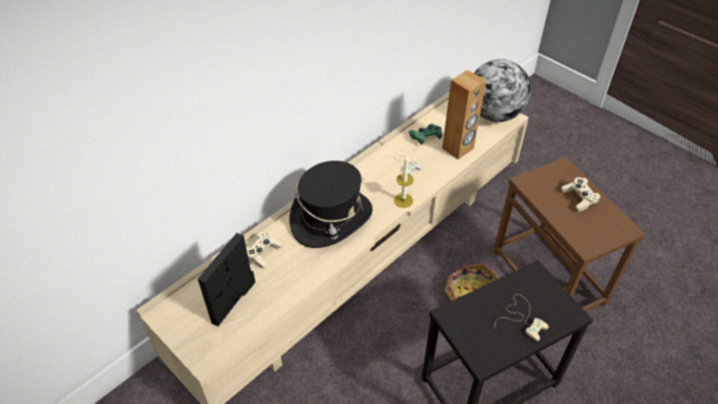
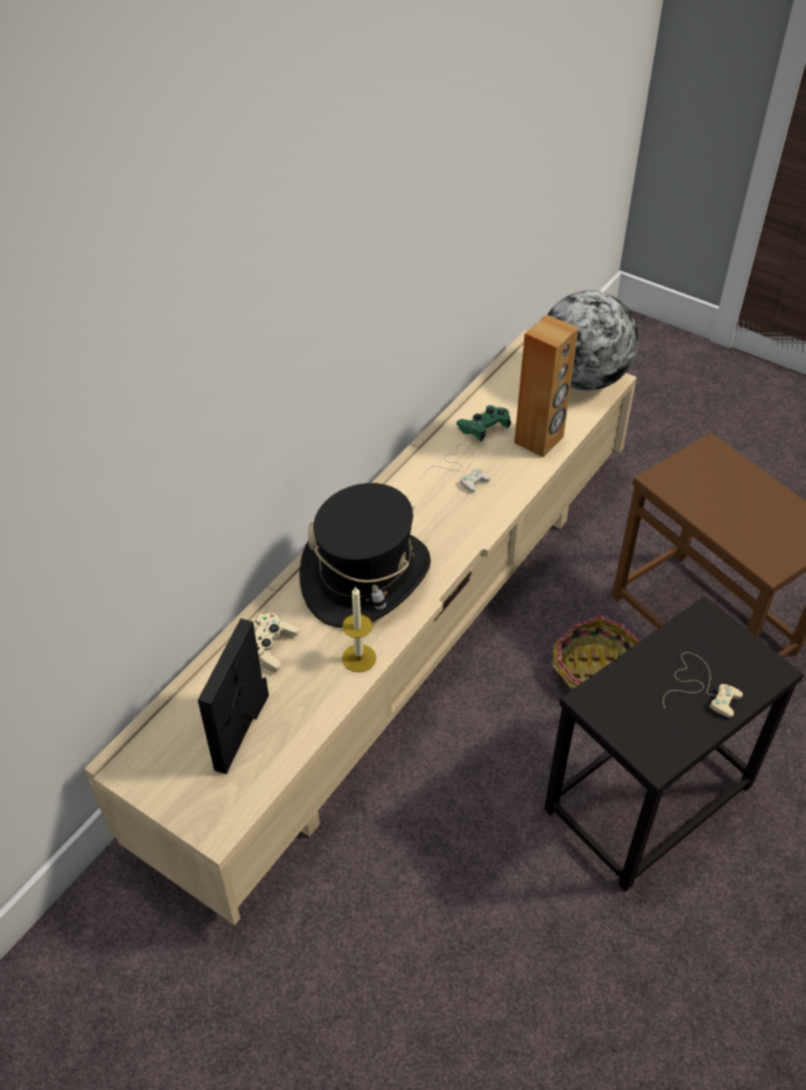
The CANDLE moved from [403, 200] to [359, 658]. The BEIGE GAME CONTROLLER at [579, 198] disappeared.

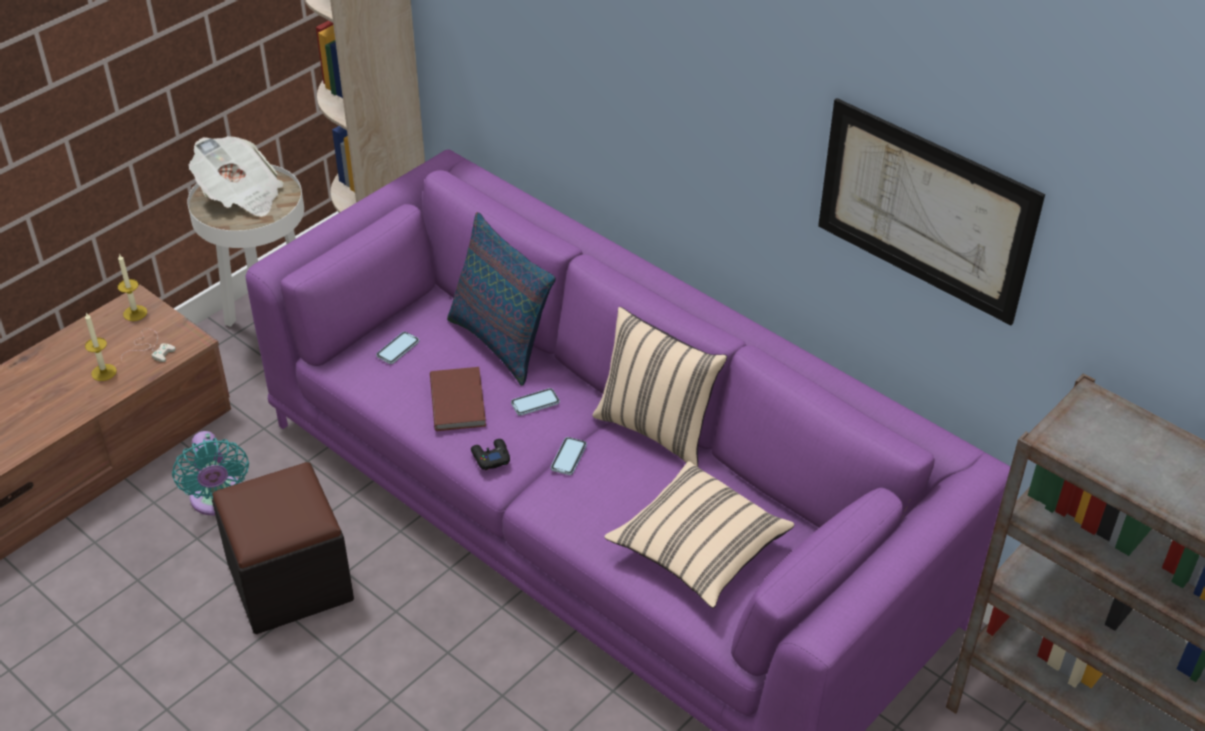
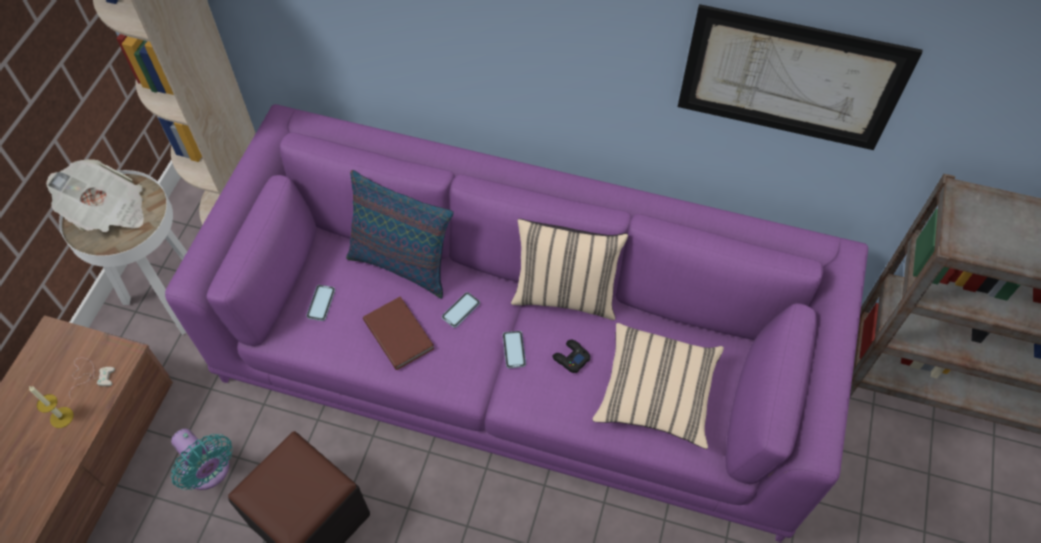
The CANDLE at [135, 313] disappeared. The BLACK GAME CONTROLLER moved from [490, 457] to [571, 358].

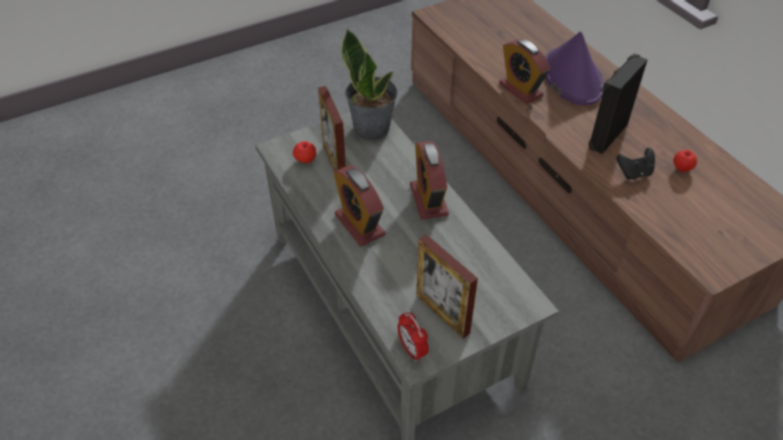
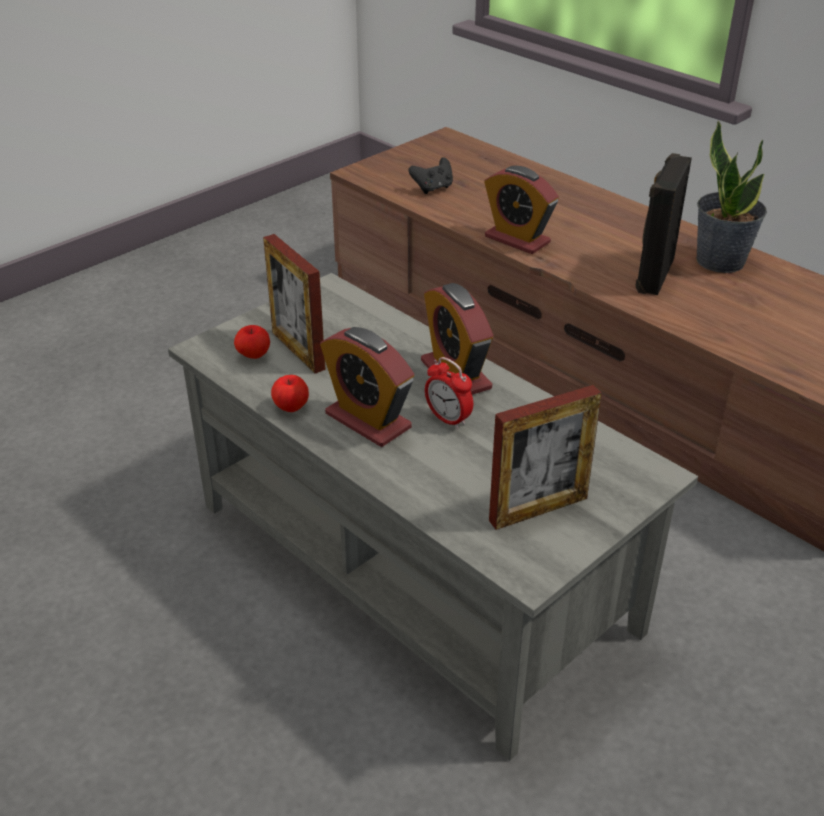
The POTTED PLANT moved from [372, 128] to [720, 260]. The ALARM CLOCK moved from [412, 350] to [448, 419]. The PICTURE FRAME at [442, 313] turned 60 degrees counterclockwise. The PURPLE HAT at [571, 77] disappeared. The BLACK GAME CONTROLLER moved from [634, 173] to [433, 188]. The APPLE moved from [682, 168] to [291, 407].

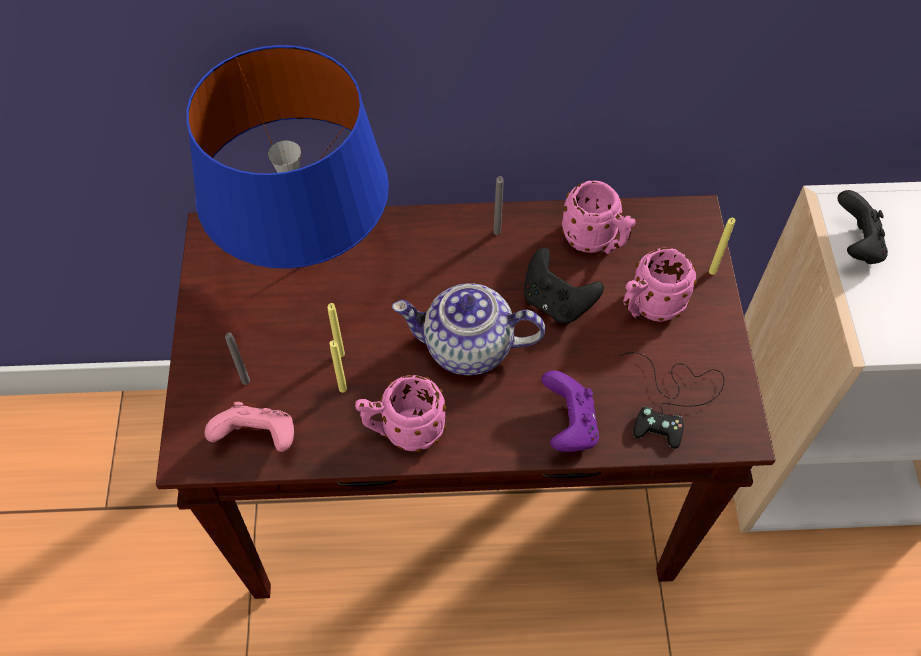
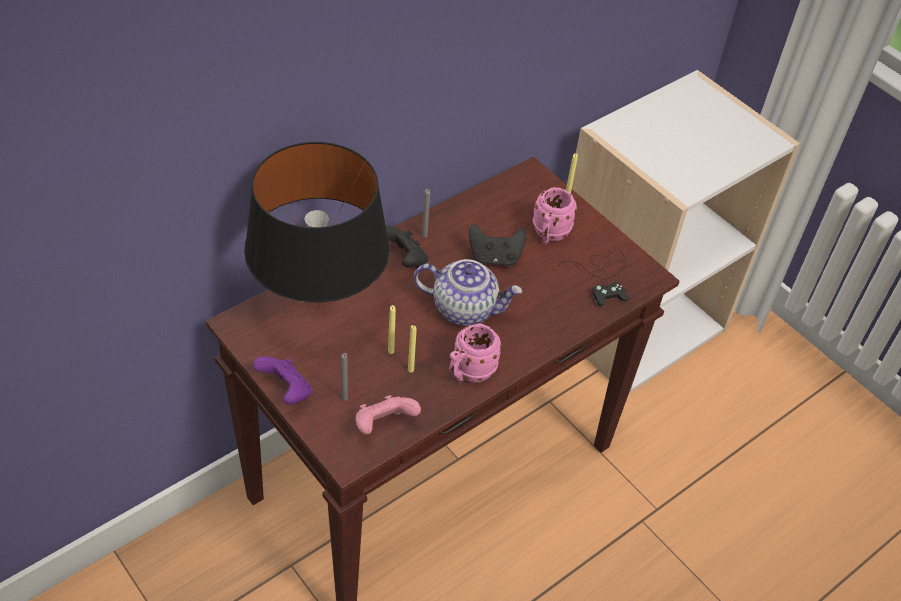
The BLUE TABLE LAMP at [309, 262] became the BLACK TABLE LAMP at [320, 309]. The TEAPOT at [467, 347] turned 135 degrees counterclockwise. The PURPLE GAME CONTROLLER moved from [568, 426] to [286, 392]. The PINK MUG at [595, 242] disappeared. The BLACK GAME CONTROLLER moved from [855, 245] to [404, 260].

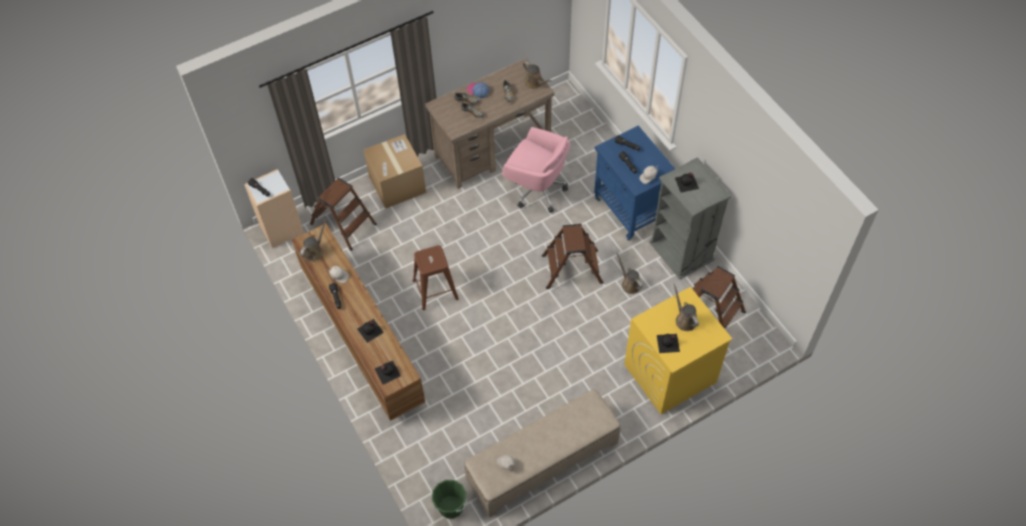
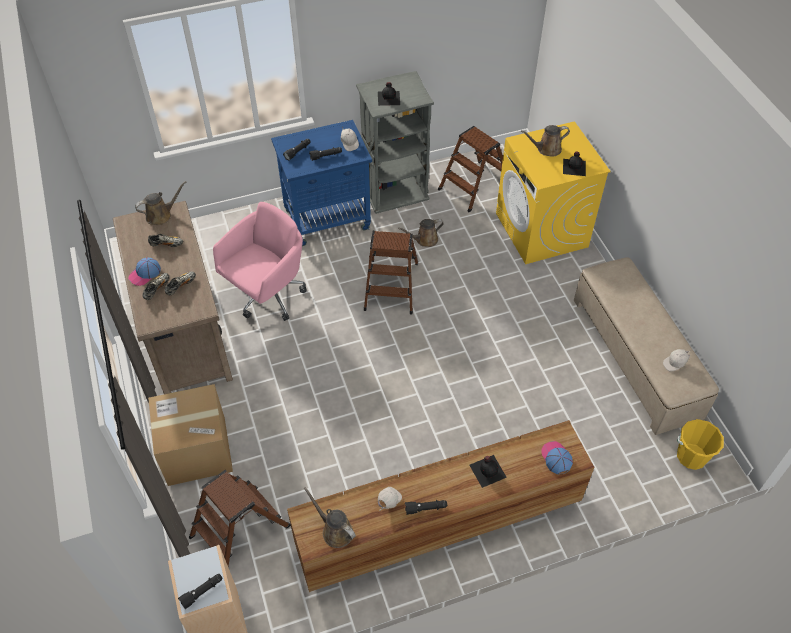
The BLACK BOTTLE at [387, 372] was replaced by the CAP at [556, 458]. The BROWN STOOL at [435, 289] disappeared. The GREEN BUCKET at [451, 507] became the YELLOW BUCKET at [691, 456].

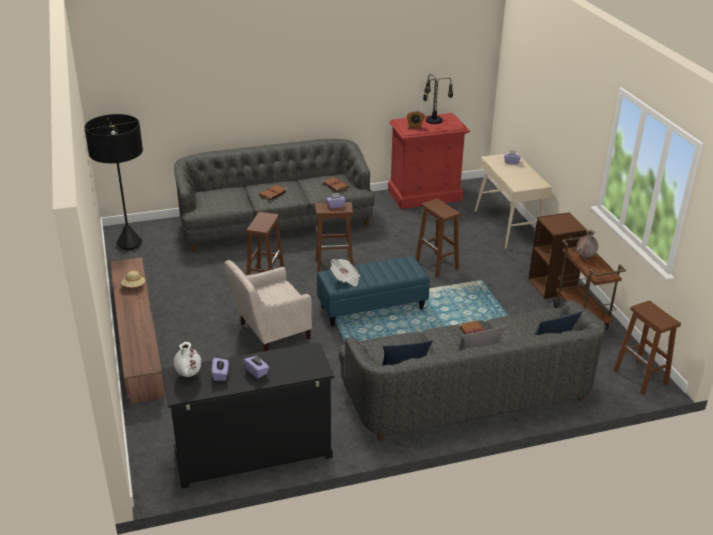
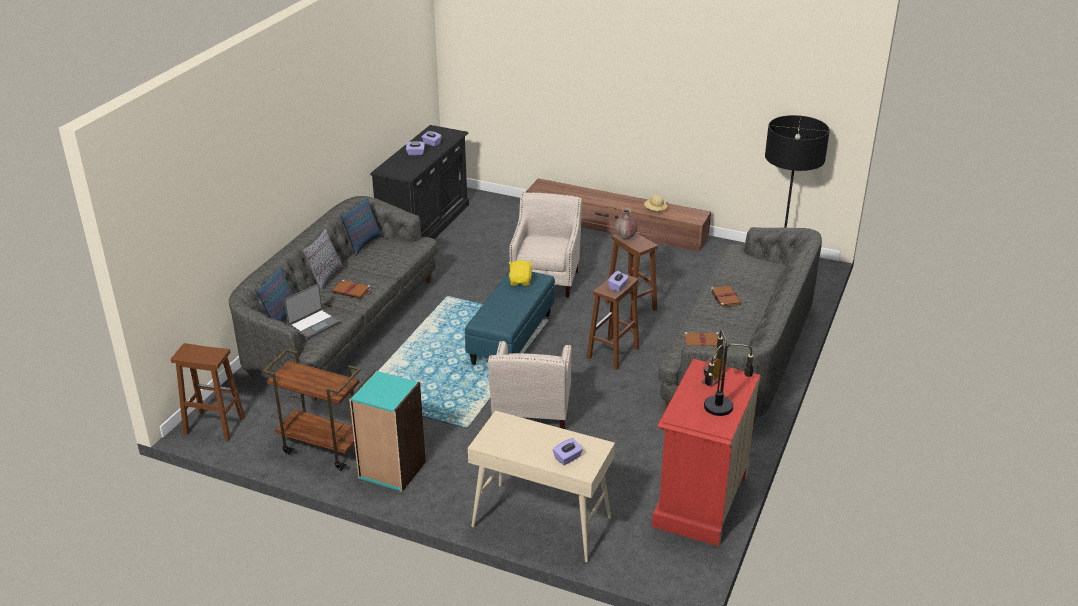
The WHITE VASE at [189, 374] disappeared. The NEWSPAPER at [345, 279] was replaced by the YELLOW PLUSH TOY at [520, 281]. The BROWN STOOL at [437, 265] was replaced by the BEIGE ARMCHAIR at [530, 415]. The BROWN BOOKCASE at [552, 286] became the TURQUOISE BOOKCASE at [391, 470]. The BROWN VASE moved from [585, 257] to [625, 238]. The LAPTOP at [313, 324] appeared.

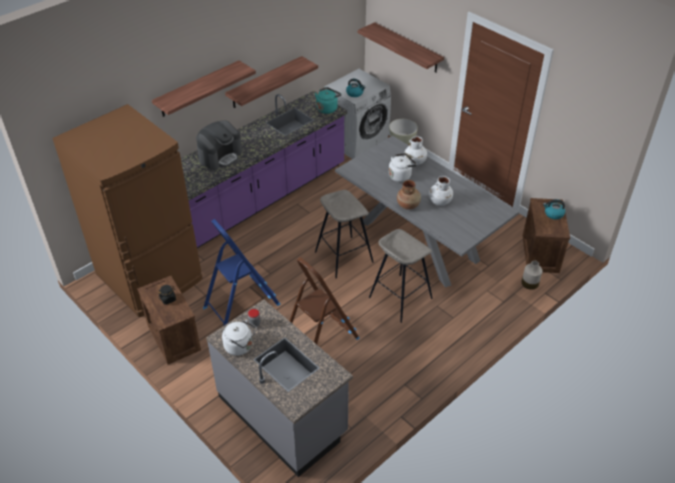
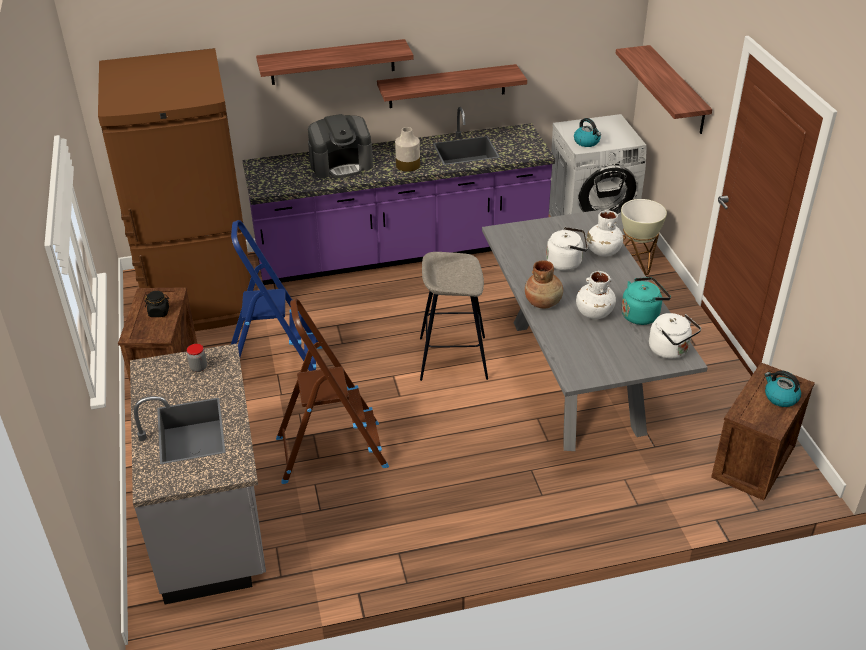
The WHITE KETTLE moved from [240, 346] to [670, 350]. The TURQUOISE KETTLE moved from [327, 108] to [642, 315]. The GREY STOOL at [400, 298] disappeared. The BEIGE VASE moved from [530, 283] to [408, 165].

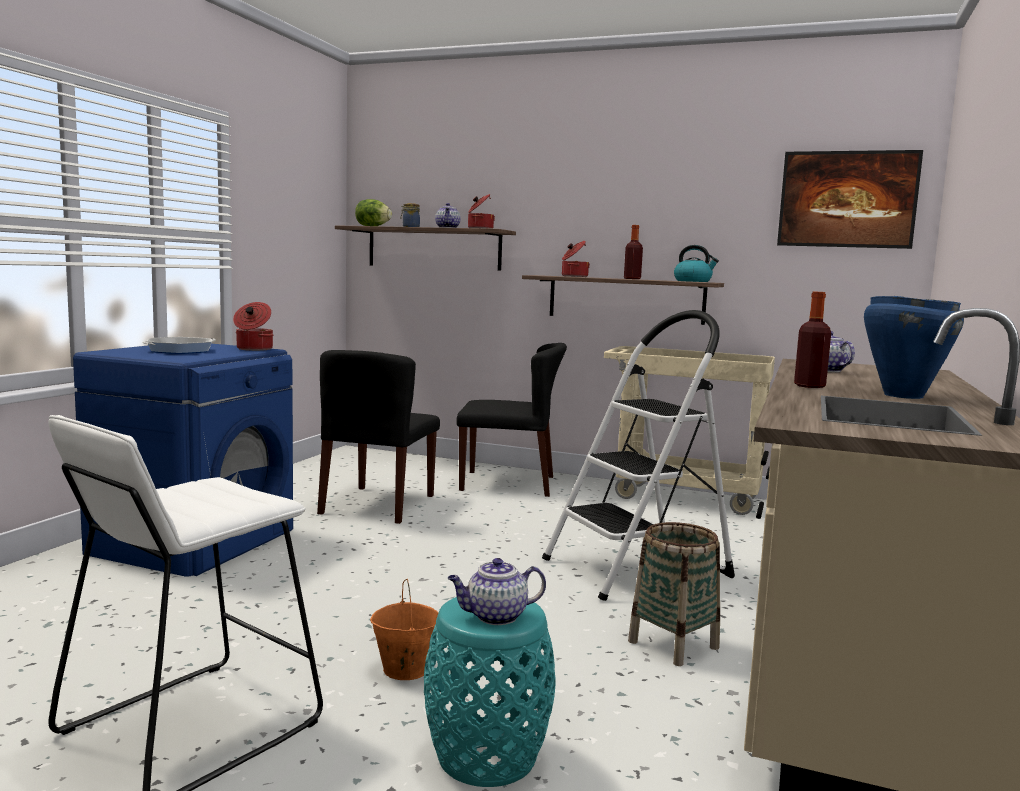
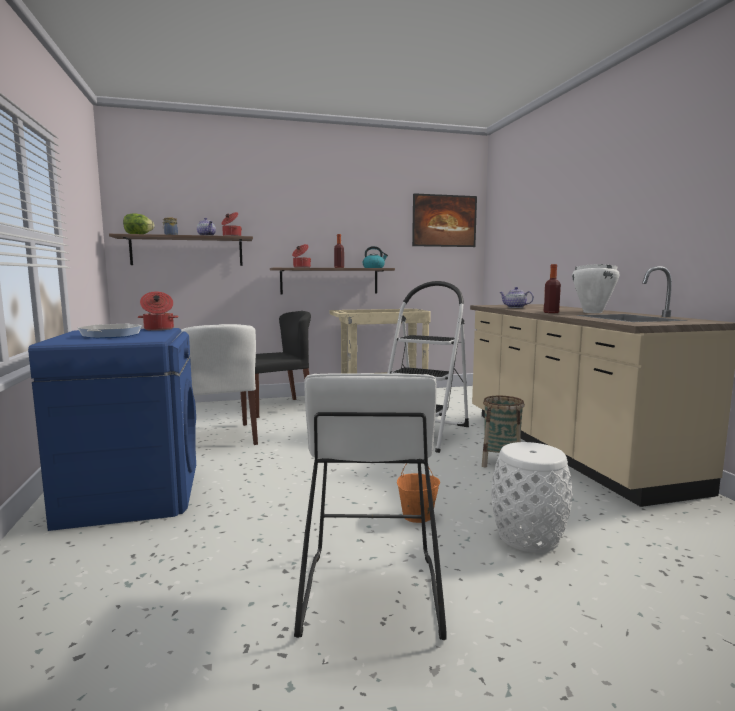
The BLACK CHAIR at [378, 505] became the WHITE CHAIR at [221, 437]. The TURQUOISE STOOL at [486, 757] became the WHITE STOOL at [528, 538]. The TEAPOT at [495, 616] disappeared. The BLUE COOKING POT at [902, 395] became the WHITE COOKING POT at [592, 312].

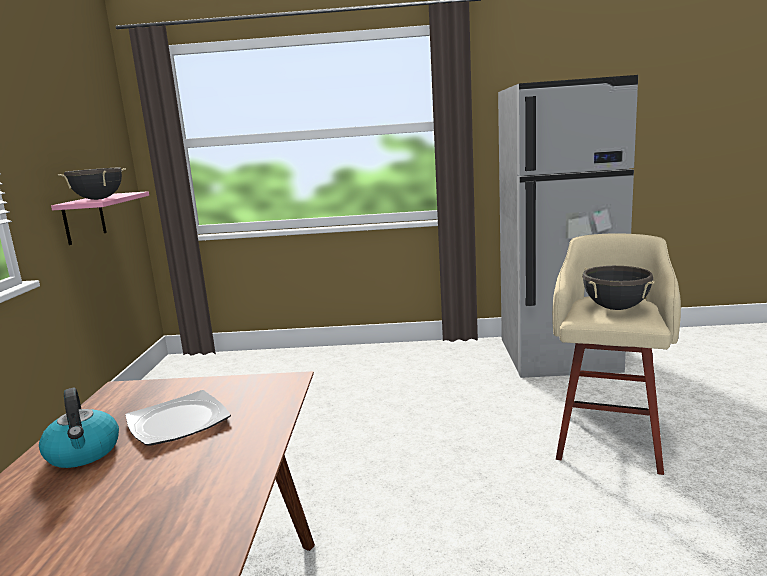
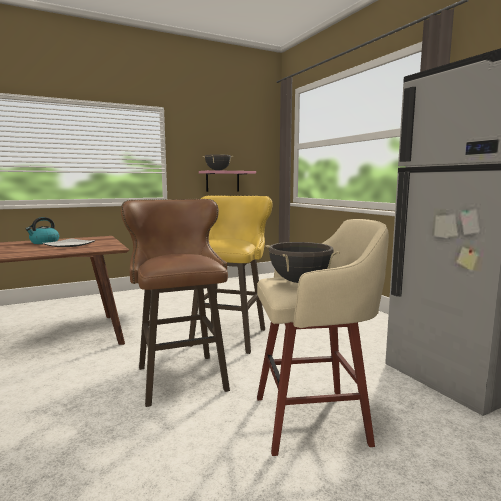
The BROWN STOOL at [180, 376] appeared. The YELLOW STOOL at [230, 336] appeared.

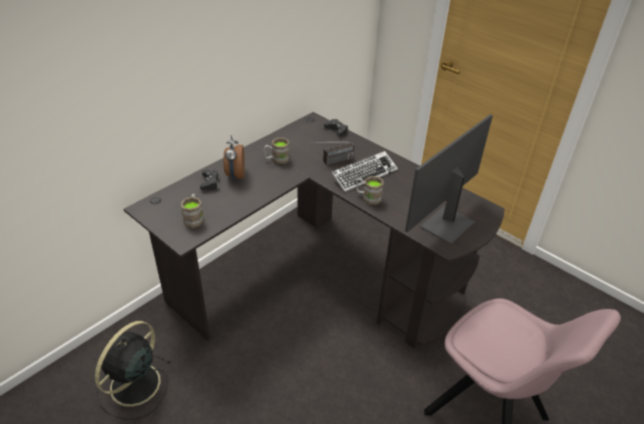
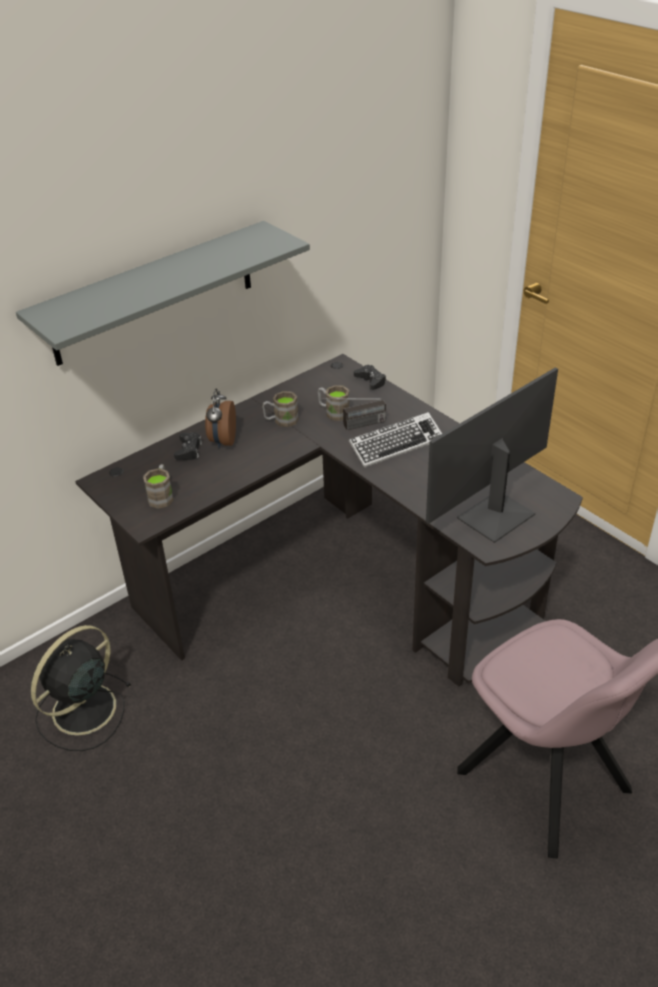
The BROWN MUG moved from [368, 197] to [333, 412]. The GREY SHELF at [153, 293] appeared.

